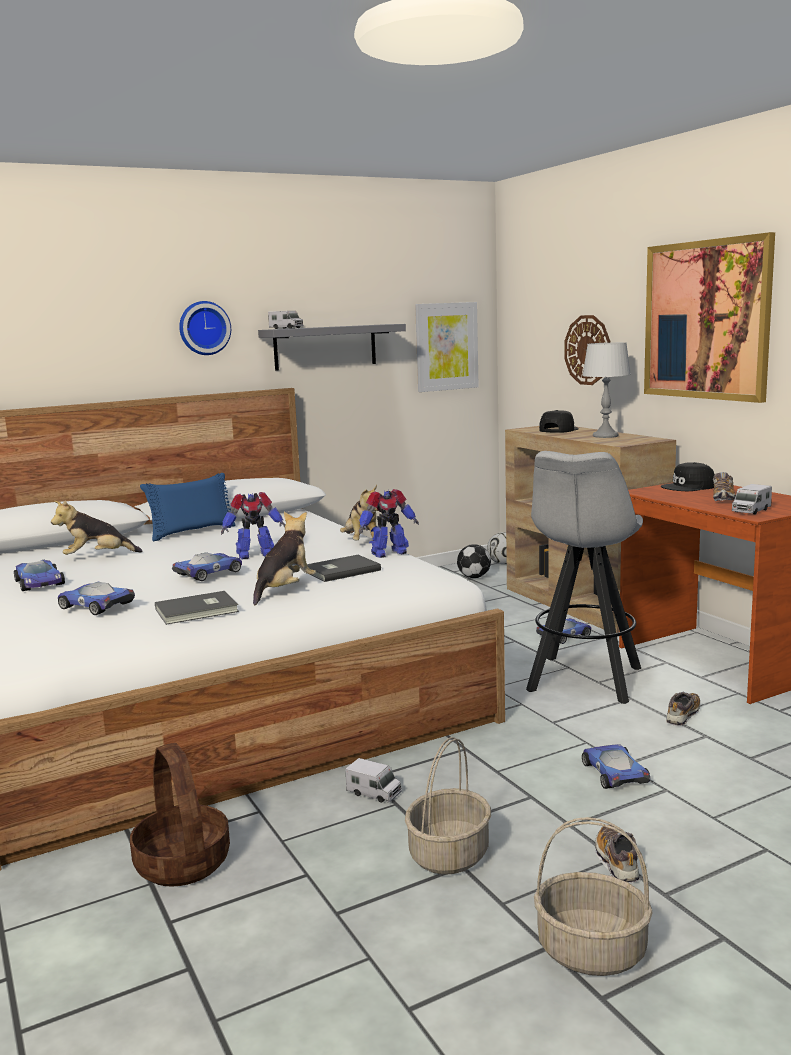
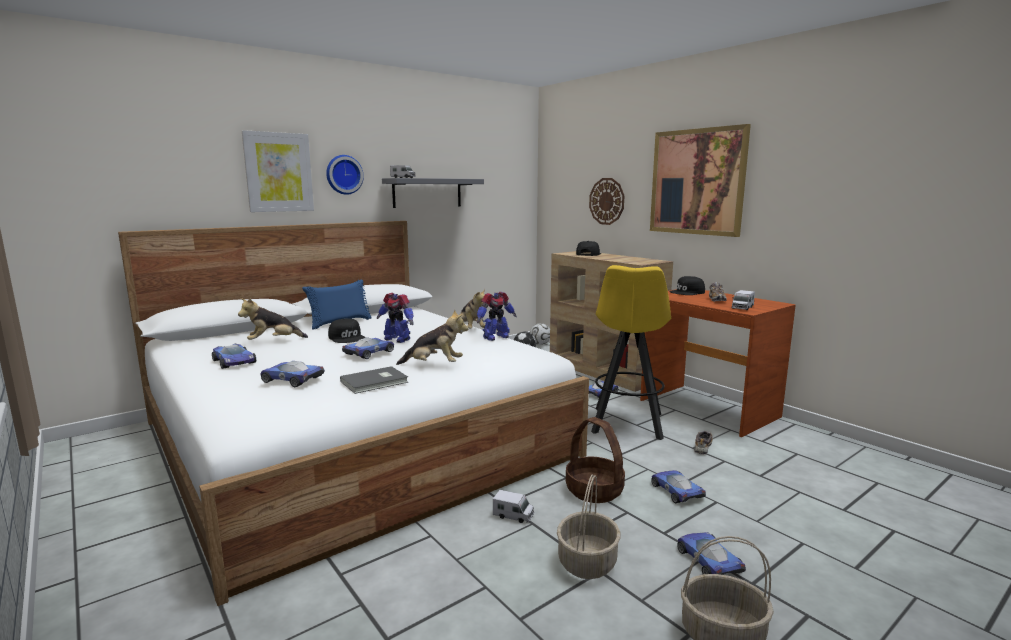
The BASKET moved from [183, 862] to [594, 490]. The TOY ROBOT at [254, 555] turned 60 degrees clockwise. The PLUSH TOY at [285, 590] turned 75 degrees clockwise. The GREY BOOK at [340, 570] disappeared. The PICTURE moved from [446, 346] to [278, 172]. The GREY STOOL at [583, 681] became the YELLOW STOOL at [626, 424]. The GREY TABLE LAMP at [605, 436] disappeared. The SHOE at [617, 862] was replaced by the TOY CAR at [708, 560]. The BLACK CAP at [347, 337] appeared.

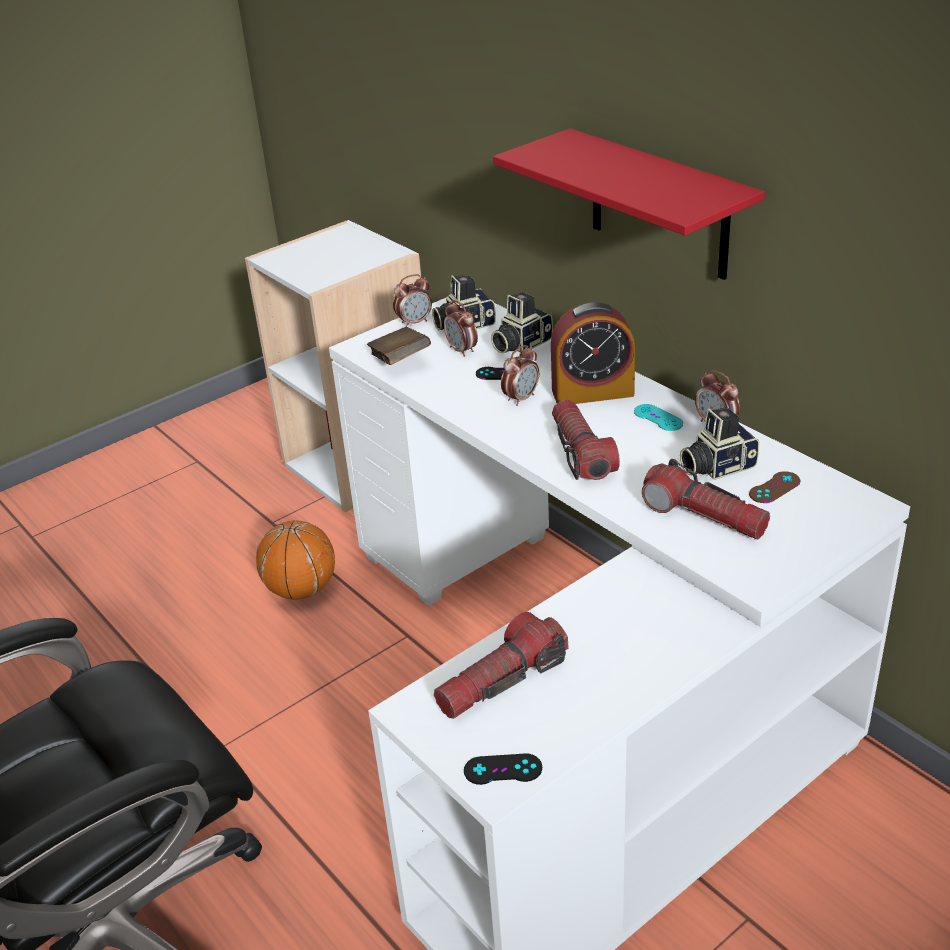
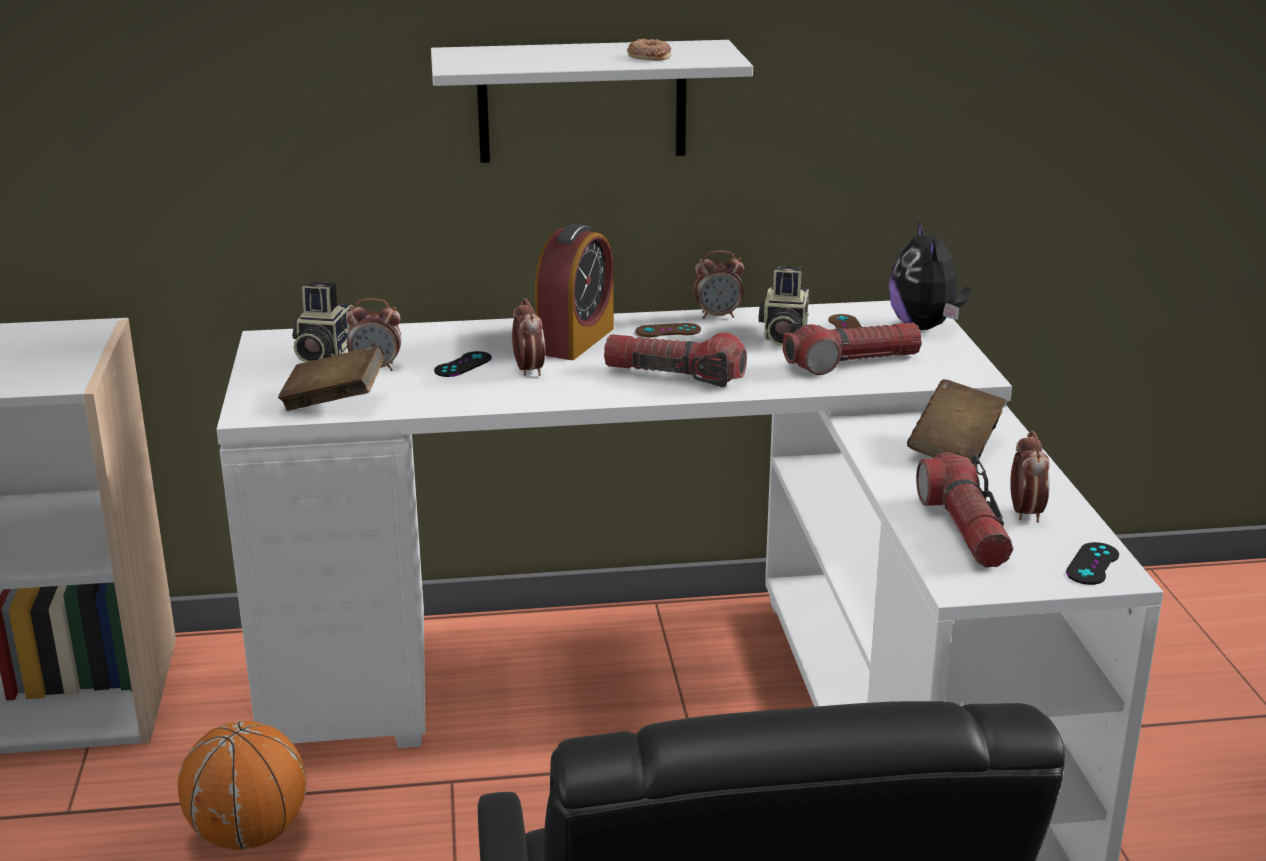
The ALARM CLOCK moved from [414, 322] to [1025, 513]. The PHOTO CAMERA at [520, 344] disappeared. The RED SHELF at [659, 205] became the WHITE SHELF at [582, 101]. The TURQUOISE GAME CONTROLLER at [658, 418] became the BROWN GAME CONTROLLER at [668, 331]. The DONUT at [649, 56] appeared. The PLUSH TOY at [925, 327] appeared. The BROWN BOOK at [955, 448] appeared.

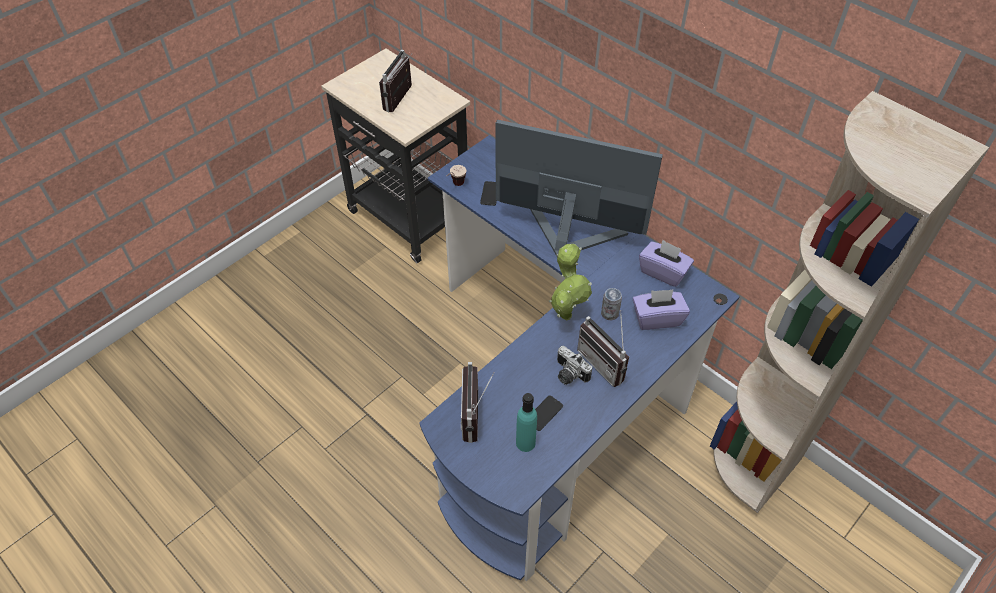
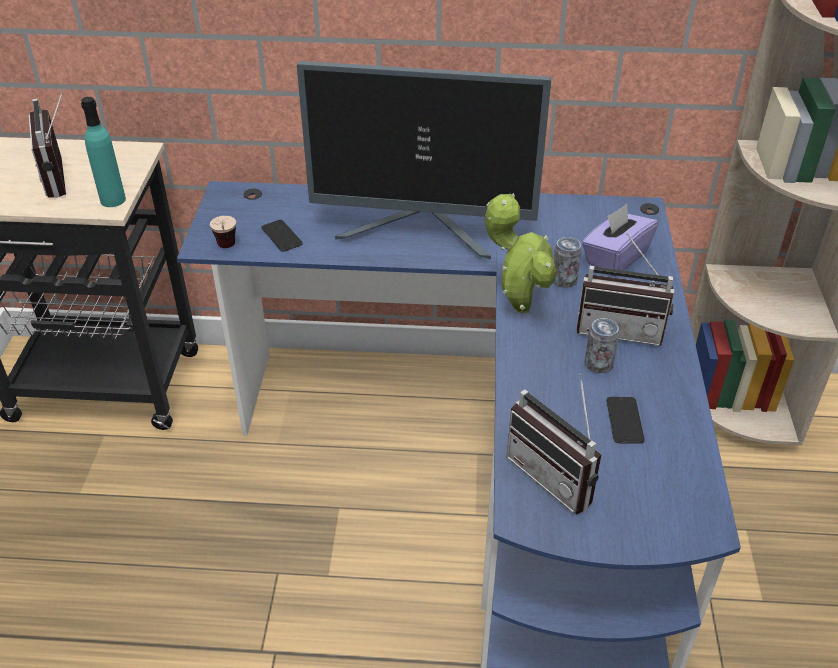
The MONITOR at [567, 234] turned 150 degrees counterclockwise. The TURQUOISE BOTTLE moved from [525, 443] to [113, 200]. The PHOTO CAMERA at [568, 374] was replaced by the CAN at [598, 364]. The PURPLE TISSUE BOX at [663, 272] disappeared.

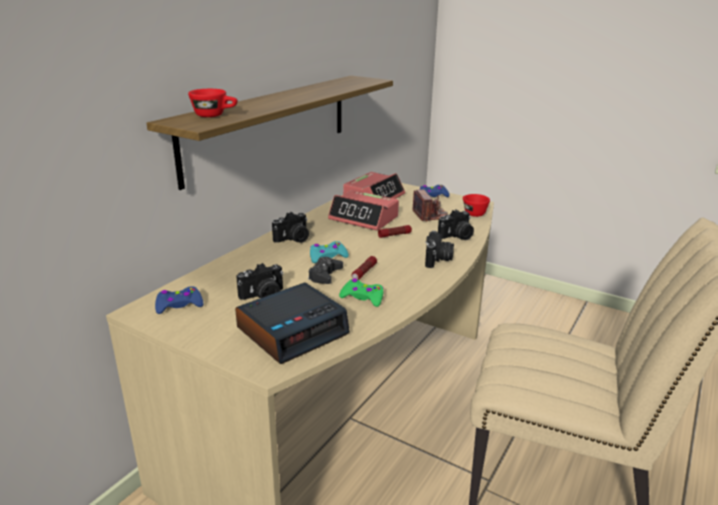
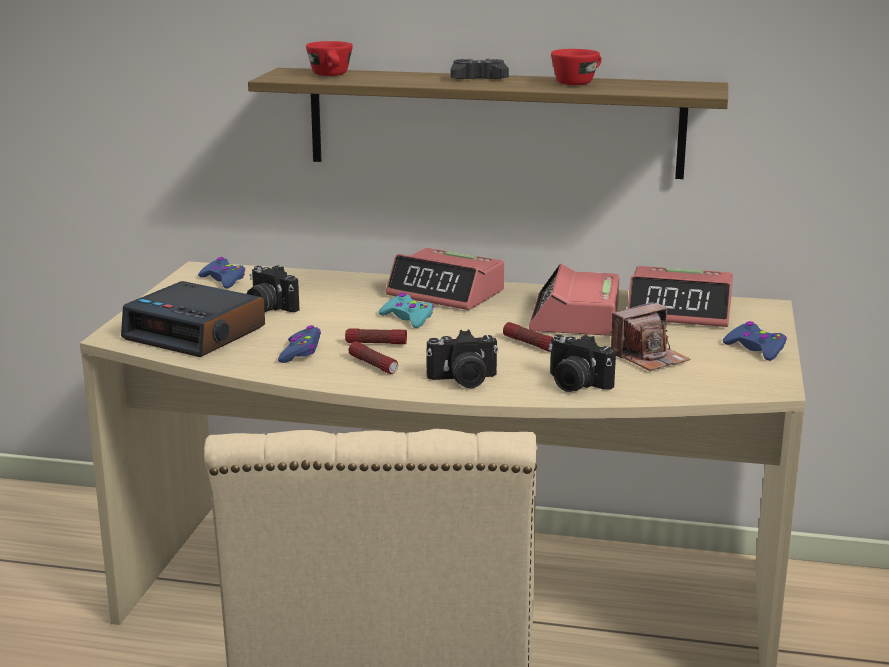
The PHOTO CAMERA at [293, 239] was replaced by the ALARM CLOCK at [446, 293]. The BLACK GAME CONTROLLER moved from [325, 275] to [478, 78]. The GREEN GAME CONTROLLER at [362, 297] became the BLUE GAME CONTROLLER at [300, 352]. The RED CUP moved from [472, 212] to [578, 82]. The FLASHLIGHT at [373, 365] appeared.

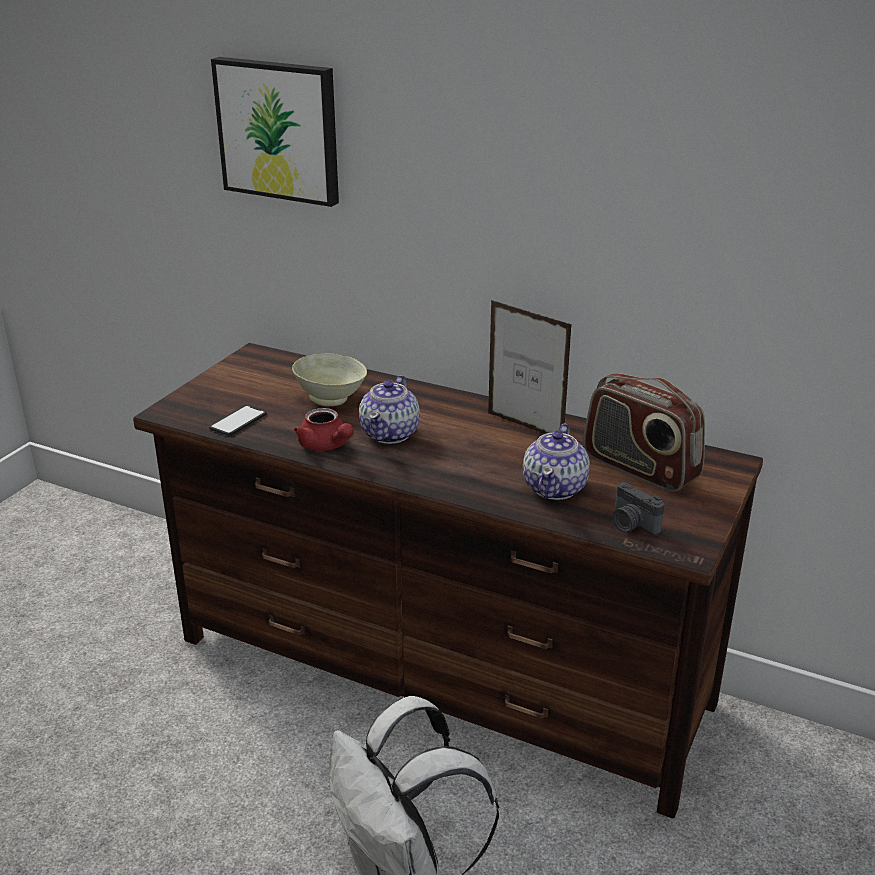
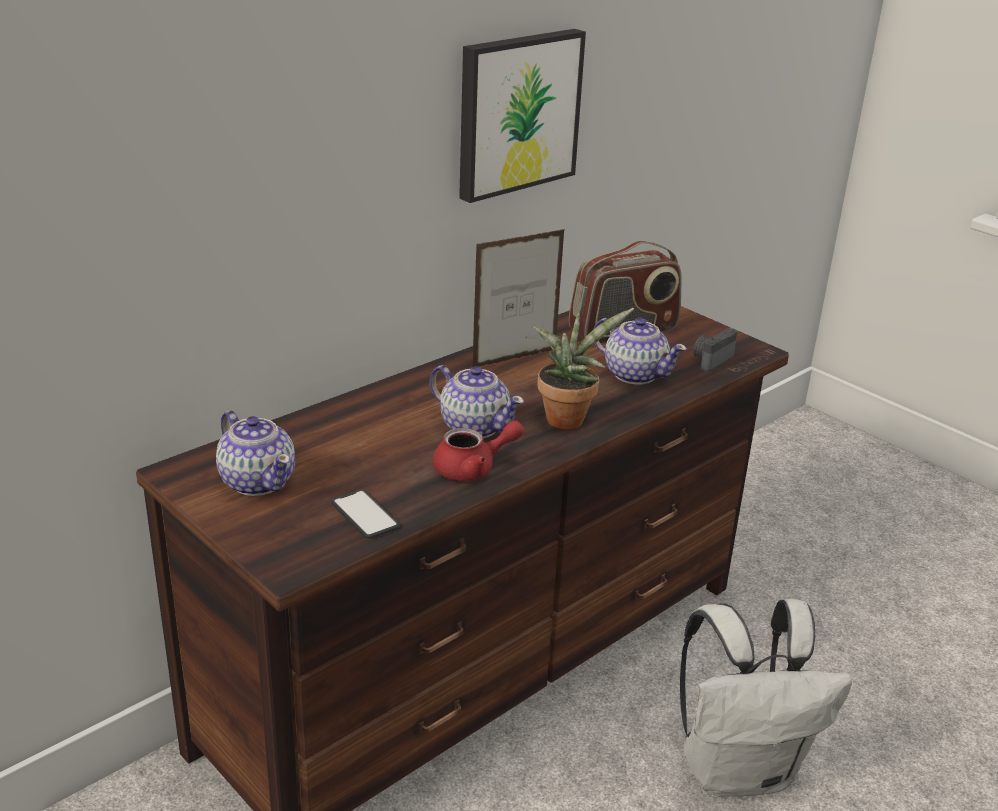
The PICTURE moved from [279, 130] to [517, 113]. The BEIGE BOWL at [331, 399] disappeared. The PHOTO CAMERA at [631, 525] turned 150 degrees clockwise. The TEAPOT at [258, 481] appeared. The POTTED PLANT at [568, 417] appeared.

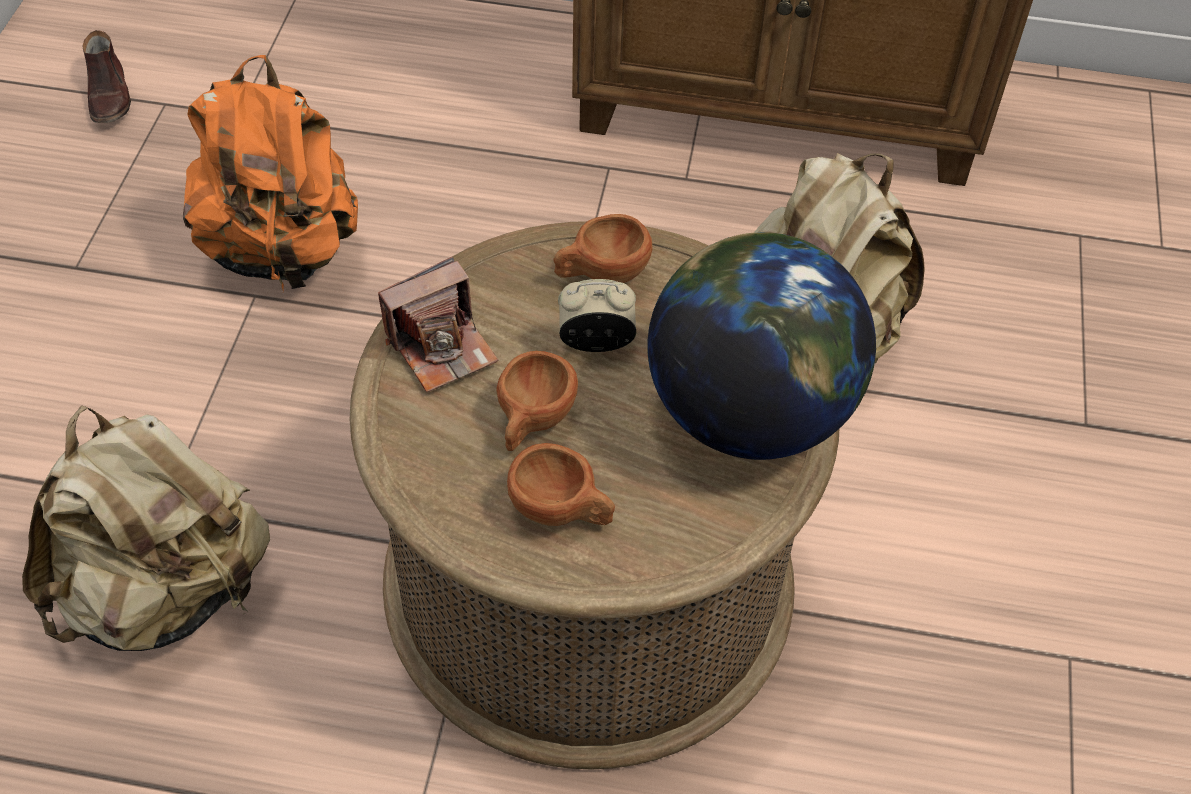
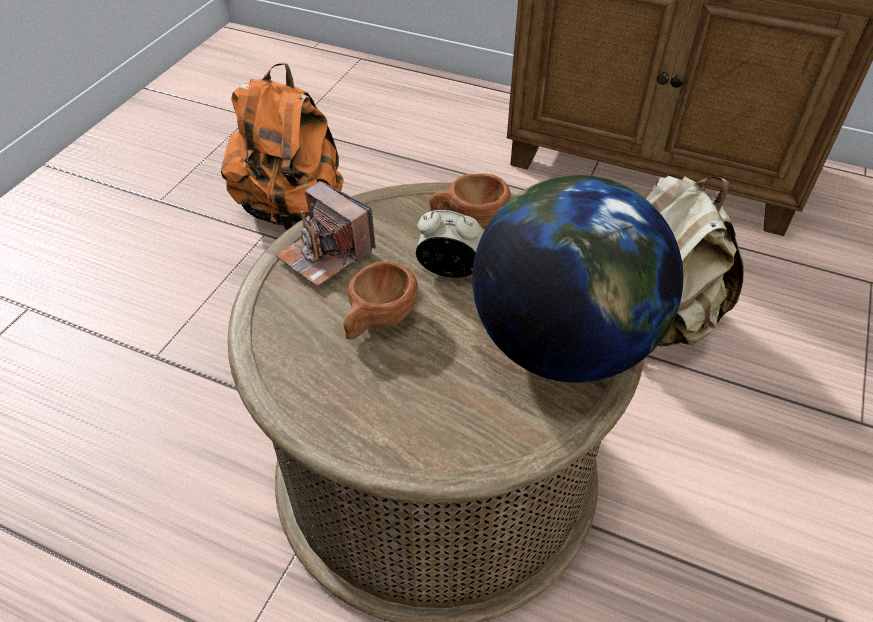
The BEIGE BACKPACK at [166, 591] disappeared. The BROWN SHOE at [110, 95] disappeared. The PHOTO CAMERA at [441, 347] turned 60 degrees clockwise. The BROWN CUP at [562, 511] disappeared.

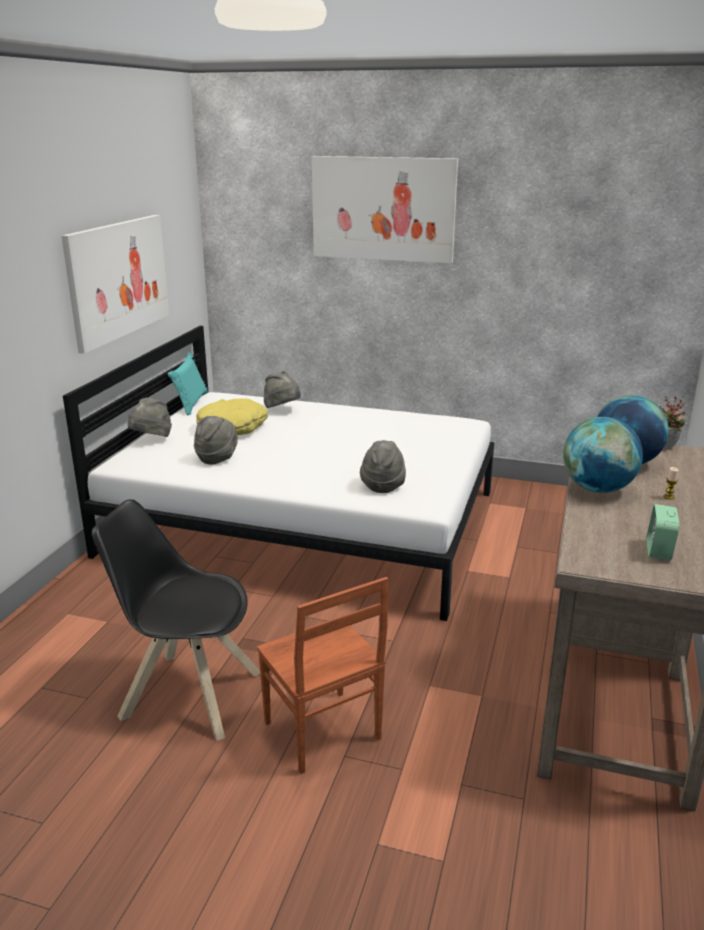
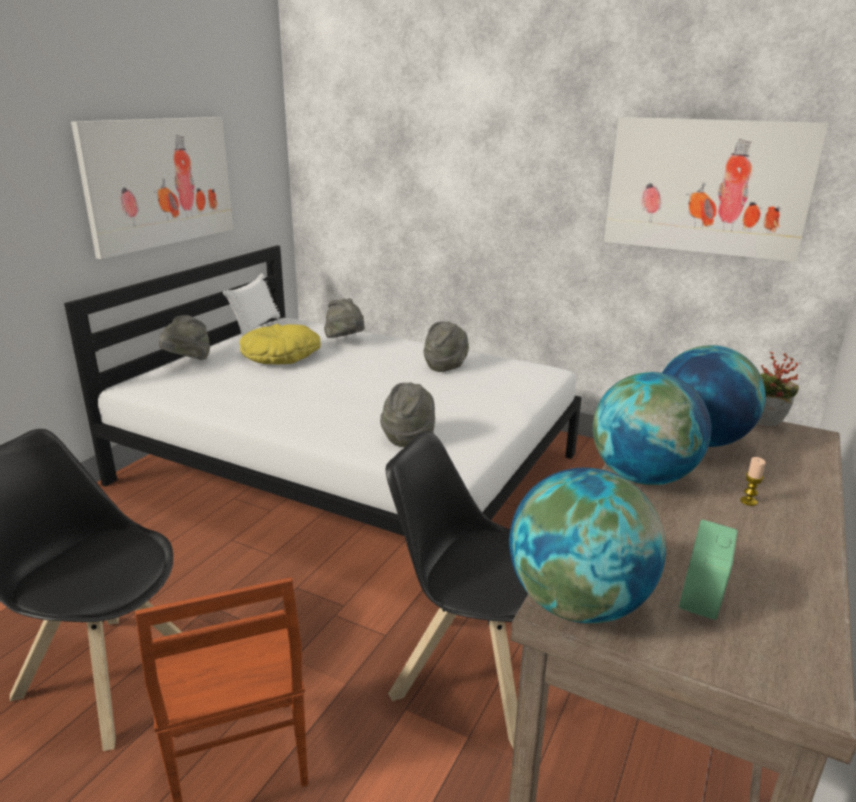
The TURQUOISE PILLOW at [190, 403] became the WHITE PILLOW at [255, 327]. The GREY HAT moved from [217, 458] to [445, 366]. The PICTURE moved from [383, 209] to [706, 187]. The BLACK CHAIR at [471, 674] appeared. The GLOBE at [578, 603] appeared.

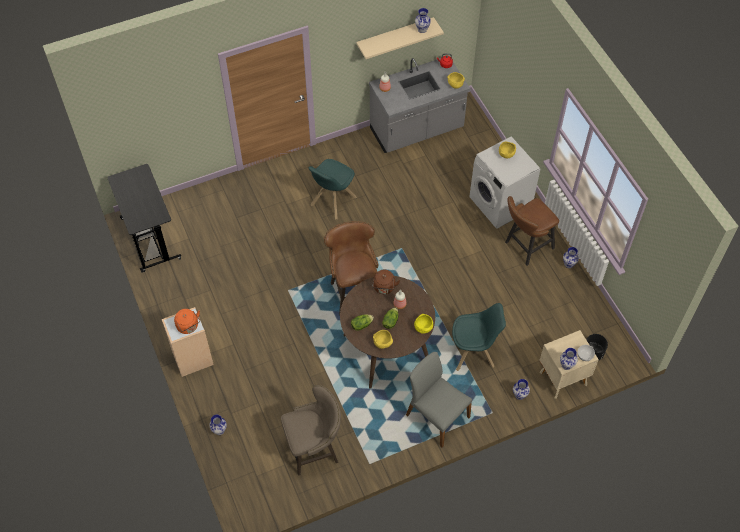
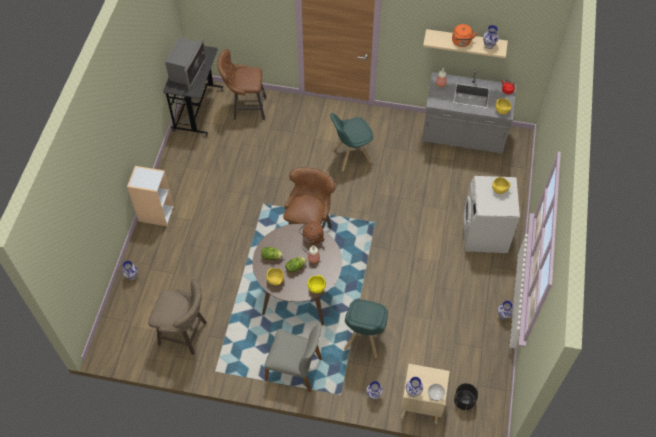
The ORANGE KETTLE moved from [188, 327] to [461, 42]. The GREY CHAIR at [436, 416] turned 120 degrees clockwise. The TURQUOISE CHAIR at [473, 353] turned 75 degrees clockwise. The BROWN STOOL moved from [525, 248] to [245, 108]. The MICROWAVE at [187, 71] appeared.

